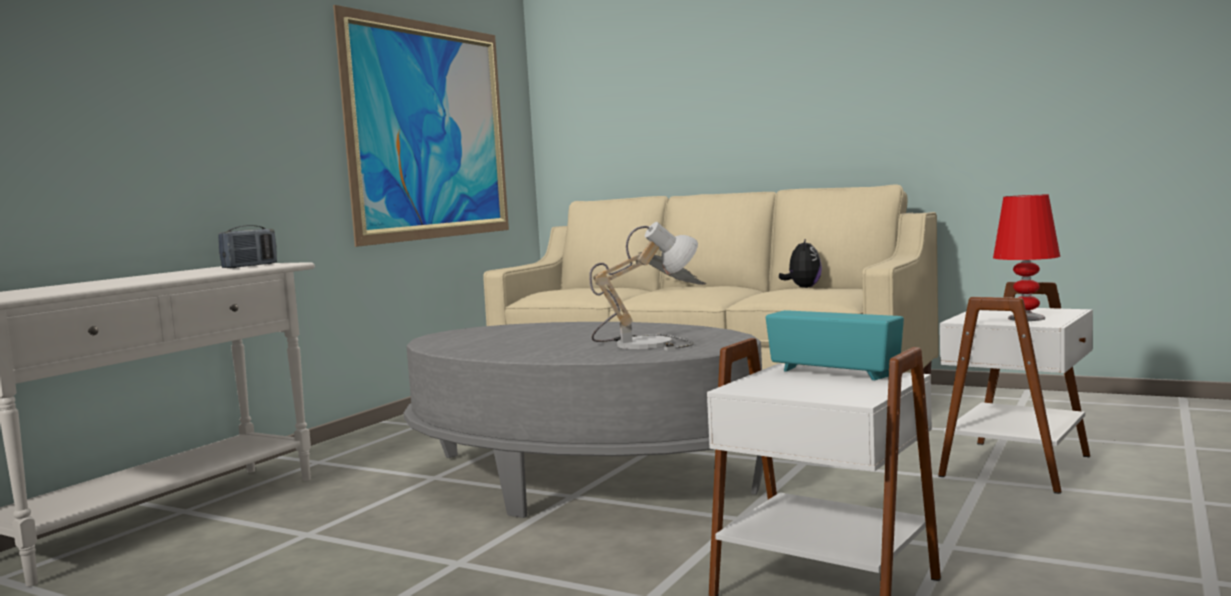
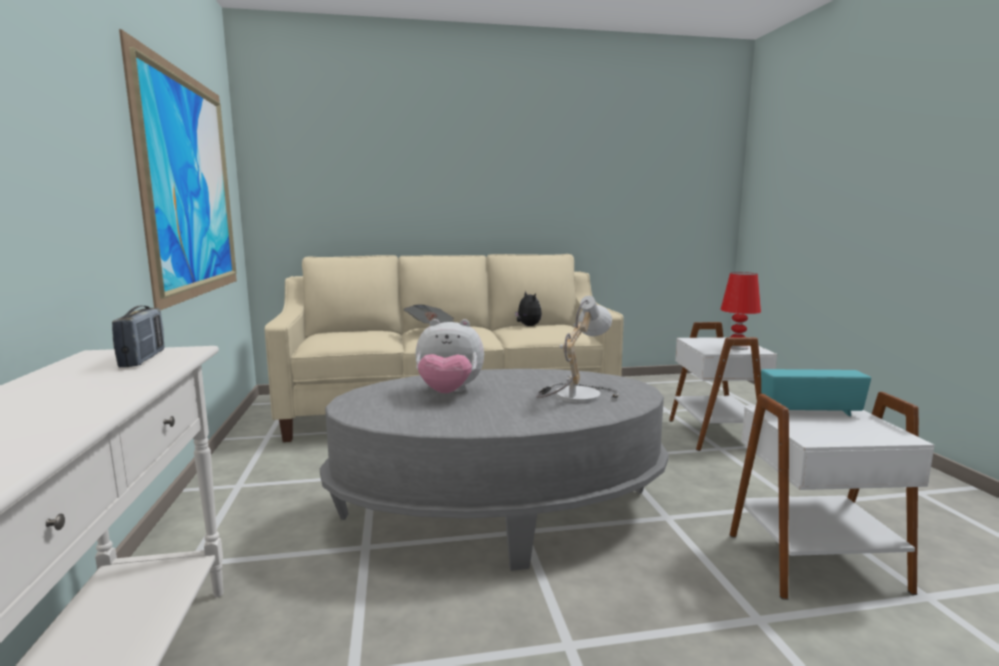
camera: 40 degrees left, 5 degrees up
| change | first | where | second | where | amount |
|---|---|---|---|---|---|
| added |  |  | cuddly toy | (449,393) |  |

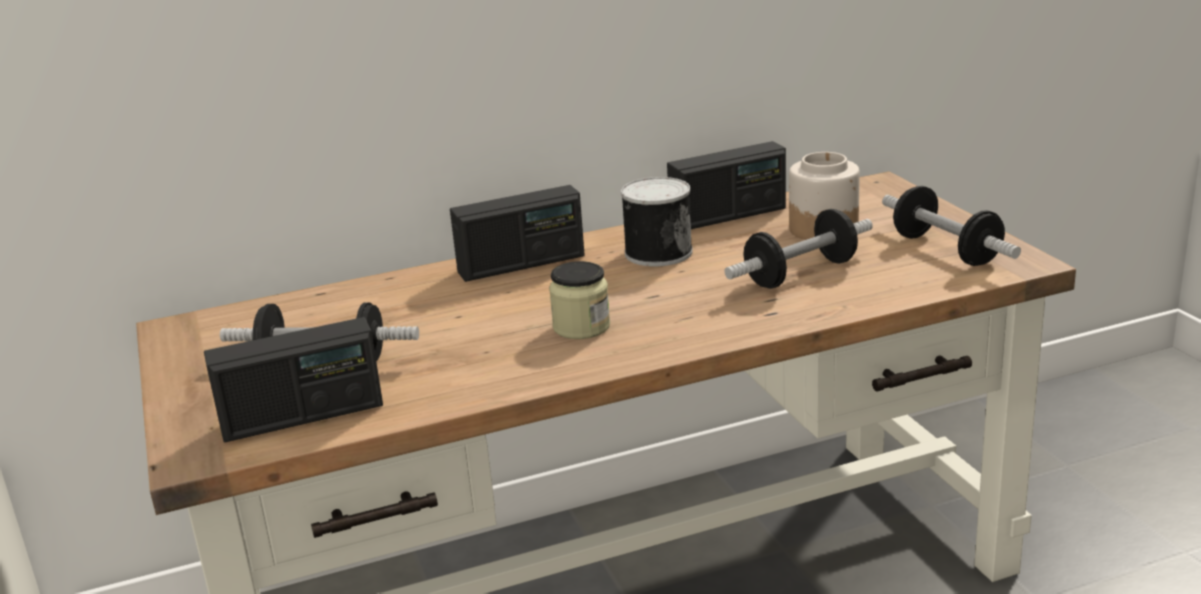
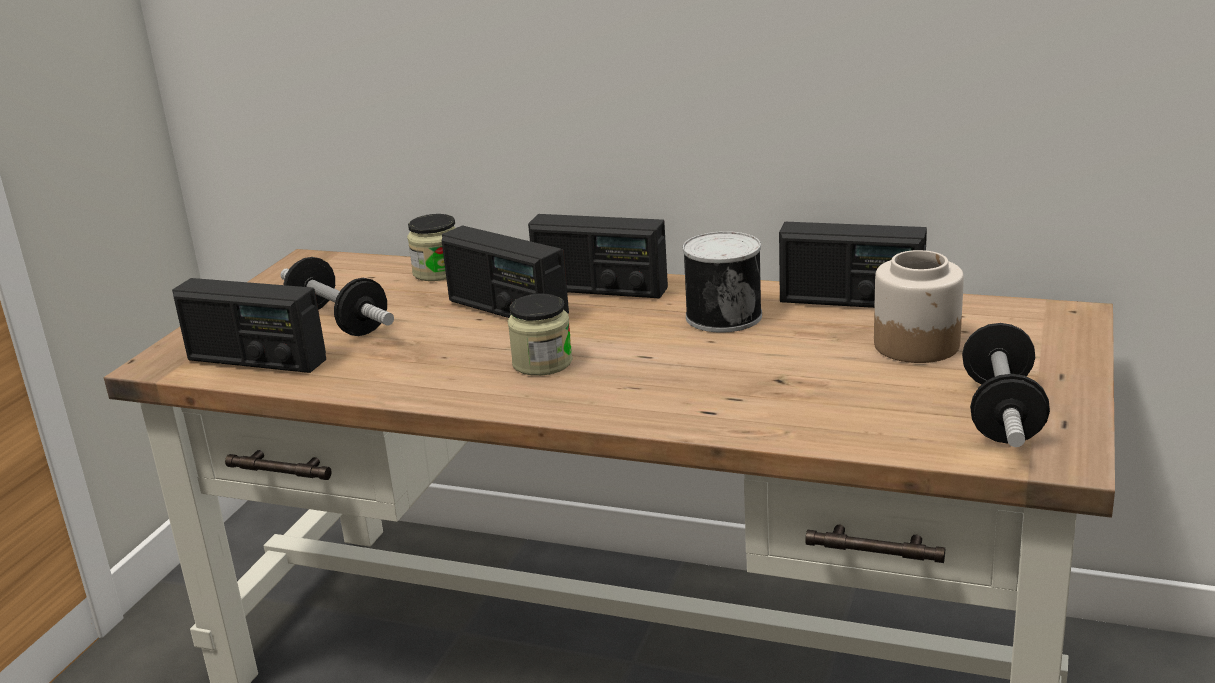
camera: 40 degrees right, 0 degrees up
| change | first | where | second | where | amount |
|---|---|---|---|---|---|
| removed | hand weight | (800,274) |  |  |  |
| added |  |  | storage jar | (438,272) |  |
| added |  |  | radio | (507,310) |  |

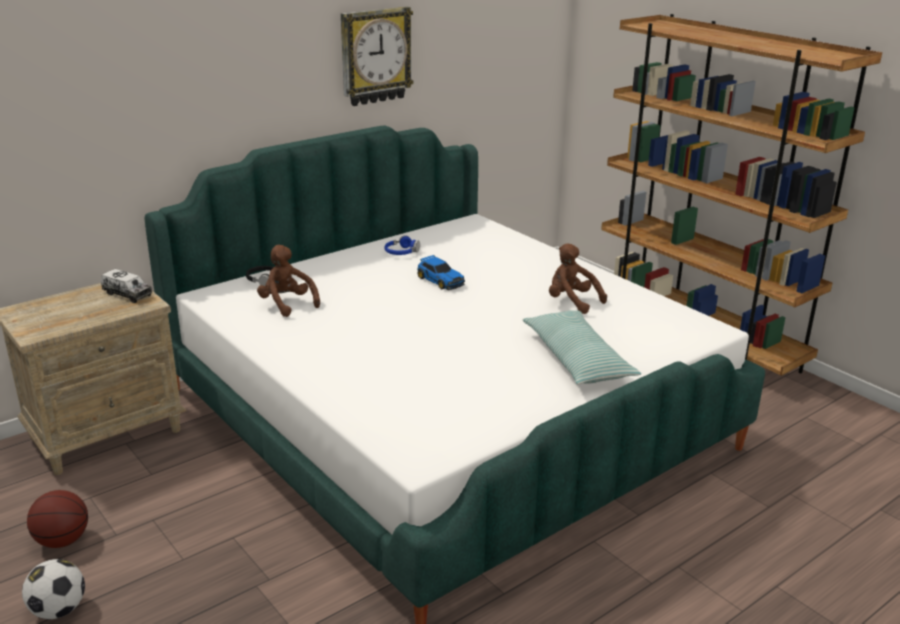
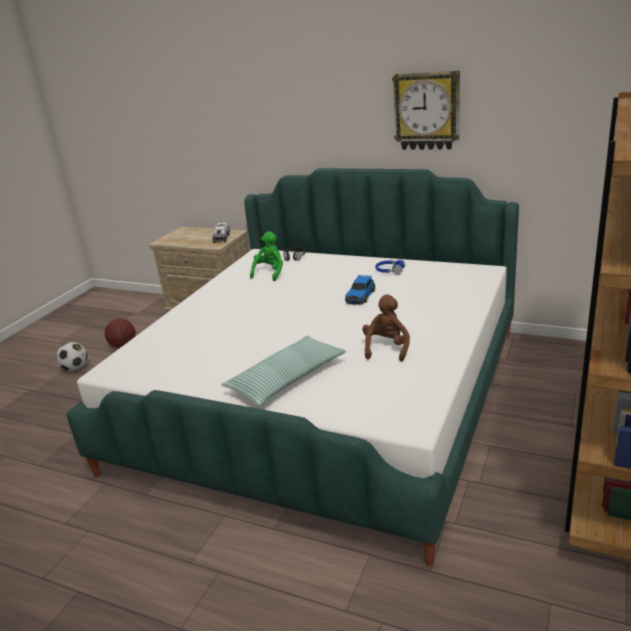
camera: 65 degrees right, 0 degrees up
| change | first | where | second | where | amount |
|---|---|---|---|---|---|
| recoloured | cuddly toy/brown | (287,304) | cuddly toy/green | (270,273) |  |

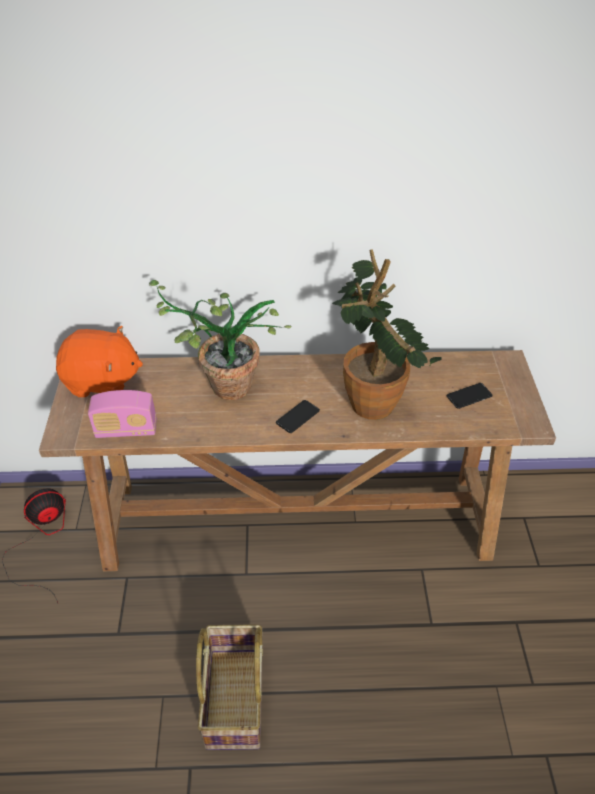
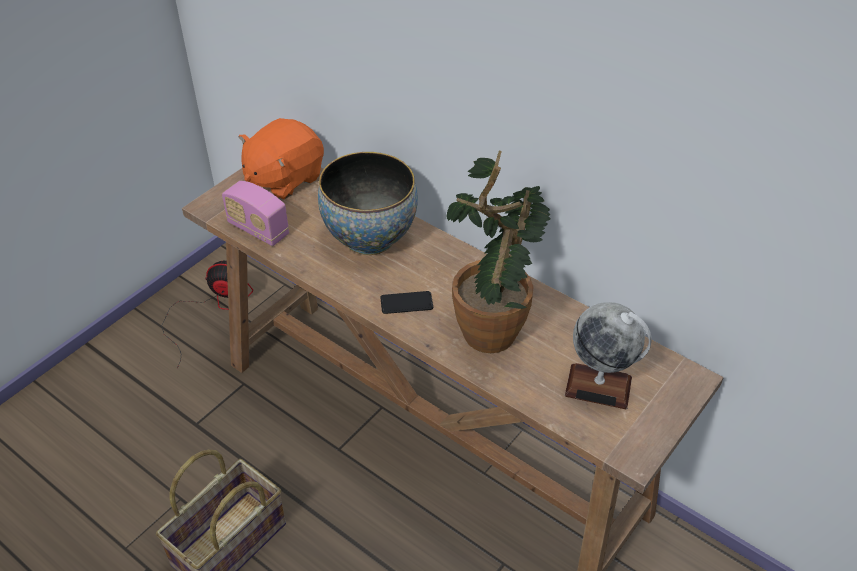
camera: 40 degrees right, 0 degrees up
| change | first | where | second | where | amount |
|---|---|---|---|---|---|
| turned | cuddly toy/orange | (102,381) |  | (284,178) | 90 degrees clockwise |
| replaced | potted plant | (220,388) | bowl | (370,238) |  |
| replaced | handset | (469,396) | desk globe | (598,386) |  |

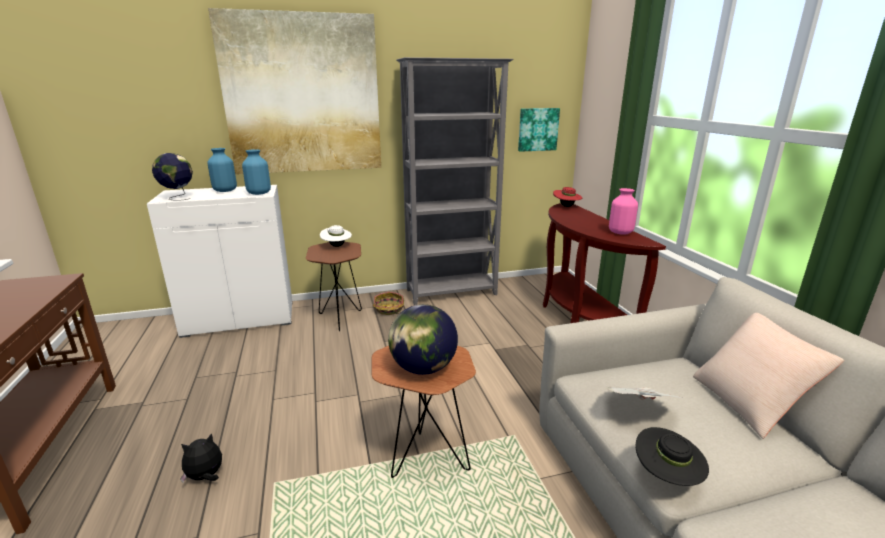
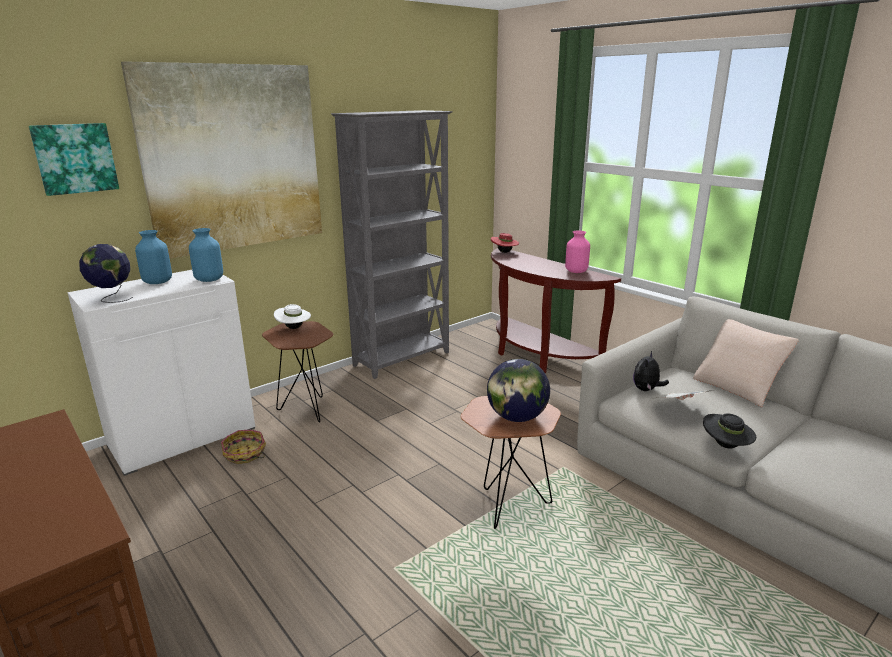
camera: 25 degrees left, 0 degrees up
| change | first | where | second | where | amount |
|---|---|---|---|---|---|
| moved | cuddly toy | (206,477) |  | (646,390) |  |
| moved | household basket | (389,309) |  | (245,454) |  |
| moved | wall picture | (537,129) |  | (75,158) |  |

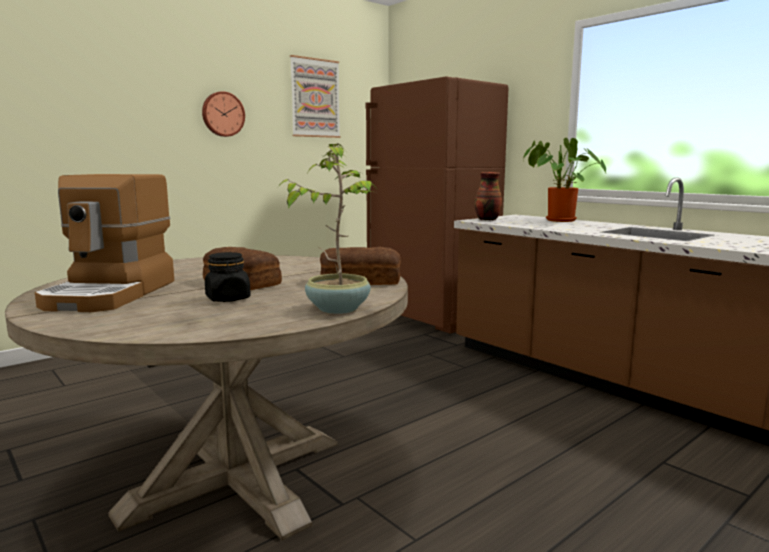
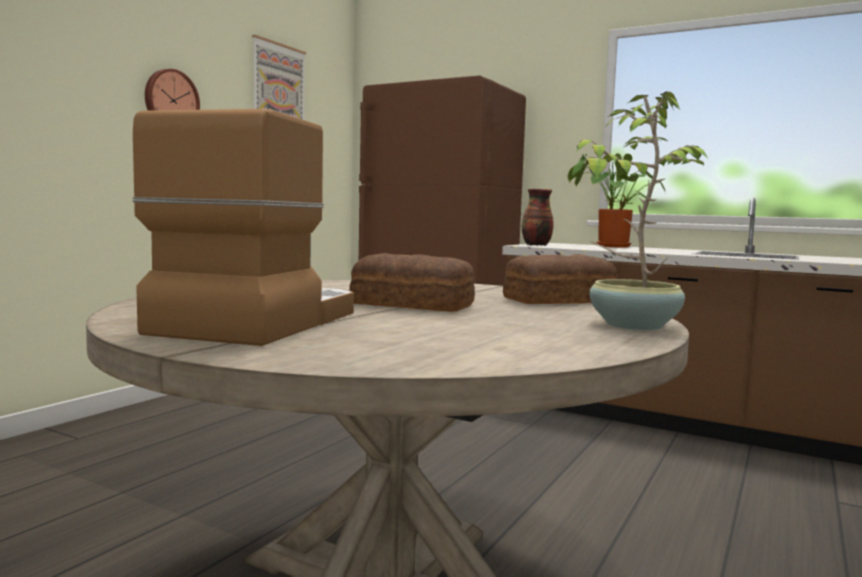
camera: 20 degrees left, 5 degrees down
| change | first | where | second | where | amount |
|---|---|---|---|---|---|
| turned | coffee maker | (112,294) |  | (257,322) | 150 degrees counterclockwise |
| removed | storage jar/black | (228,299) |  |  |  |

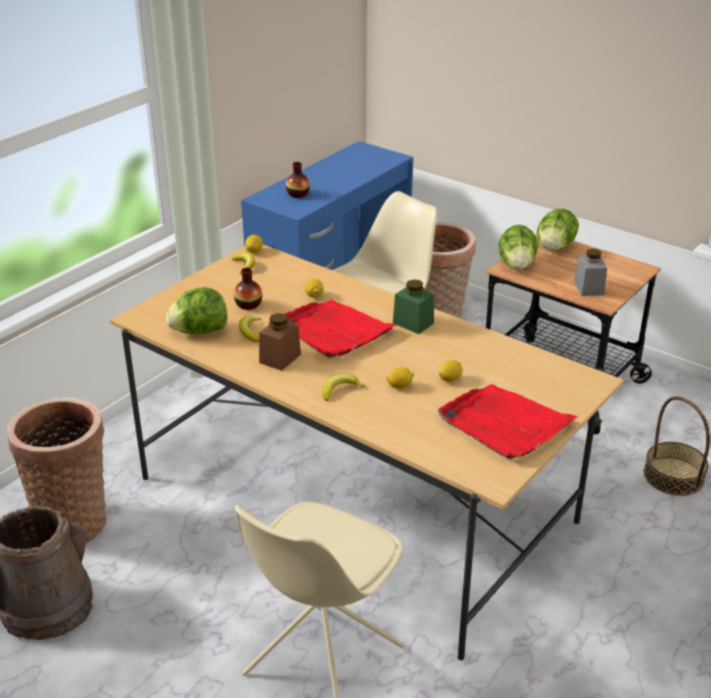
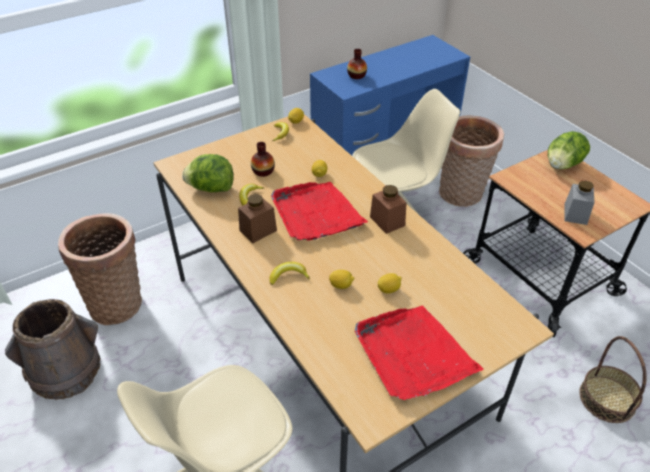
camera: 20 degrees right, 10 degrees up
| change | first | where | second | where | amount |
|---|---|---|---|---|---|
| recoloured | storage jar/green | (413,323) | storage jar/brown | (387,221) |  |
| removed | head of lettuce | (517,265) |  |  |  |

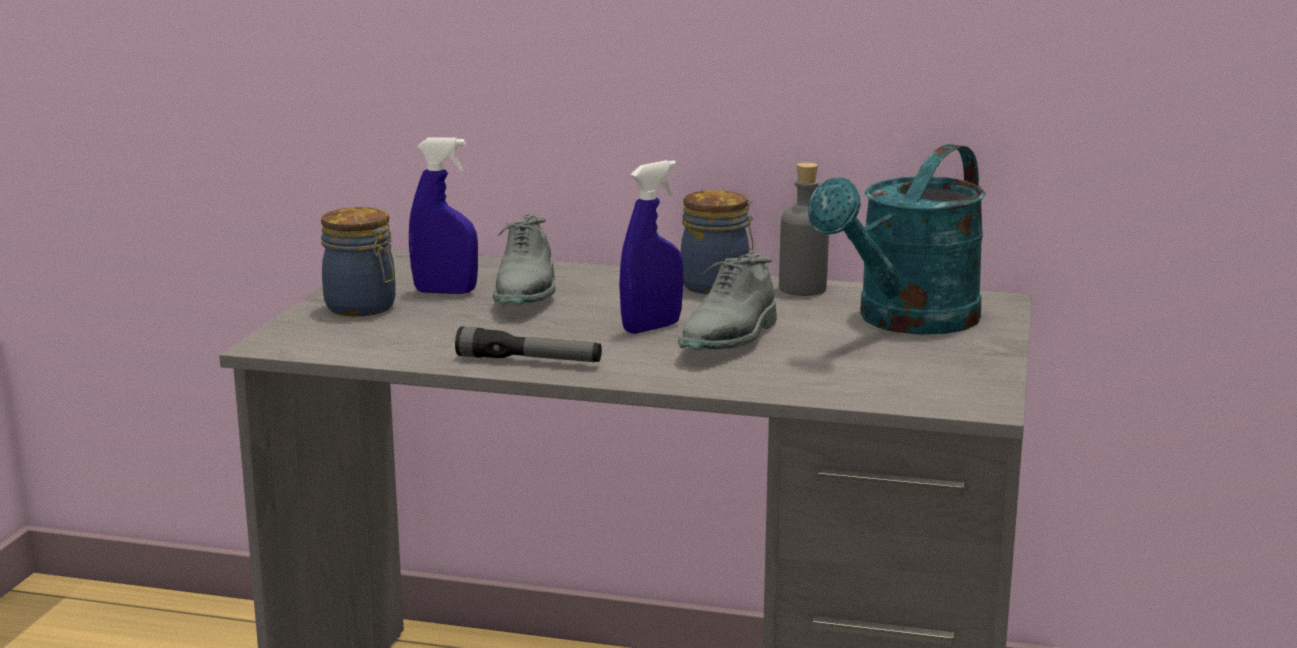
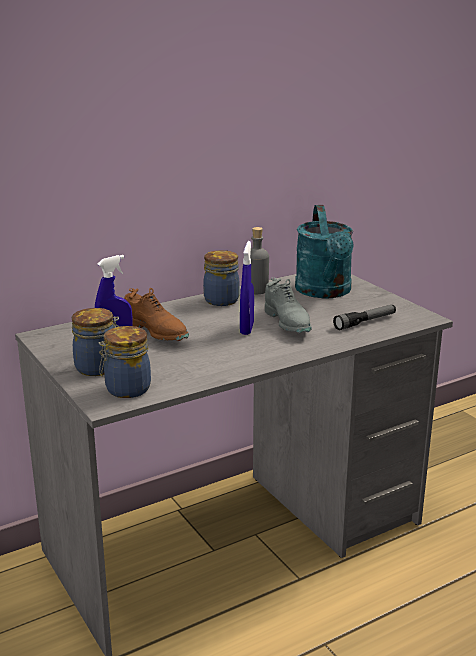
camera: 45 degrees left, 5 degrees up
| change | first | where | second | where | amount |
|---|---|---|---|---|---|
| moved | flashlight | (529,361) |  | (365,322) |  |
| recoloured | shoe/gray | (526,295) | shoe/brown | (157,333) |  |
| added |  |  | storage jar | (126,389) |  |

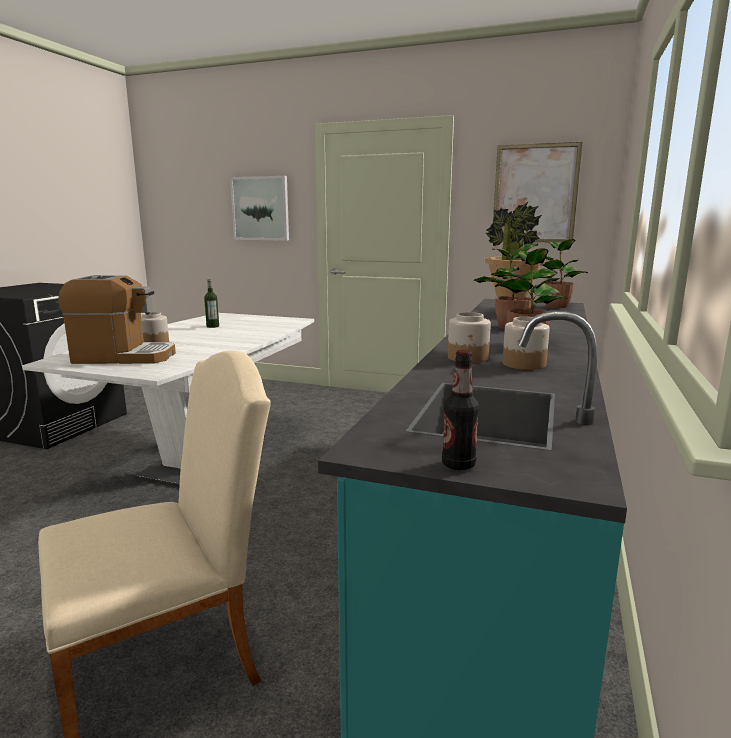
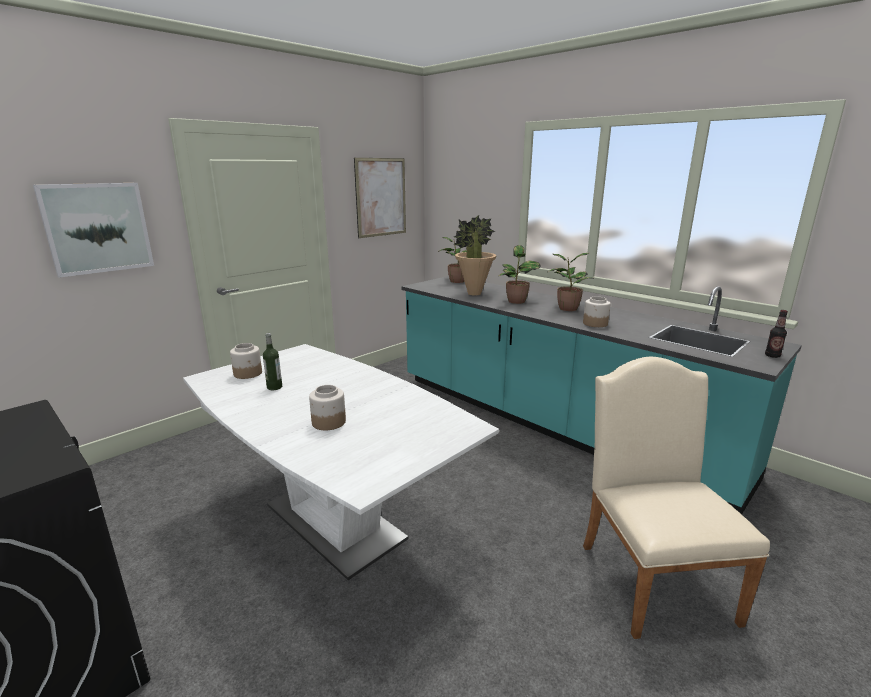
camera: 65 degrees left, 5 degrees up
| change | first | where | second | where | amount |
|---|---|---|---|---|---|
| removed | coffee maker | (124,357) |  |  |  |
| moved | storage jar | (524,364) |  | (248,373) |  |

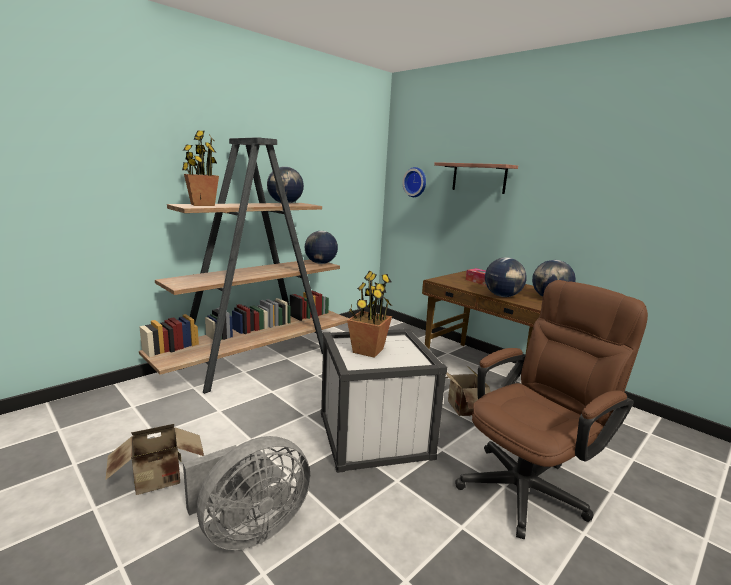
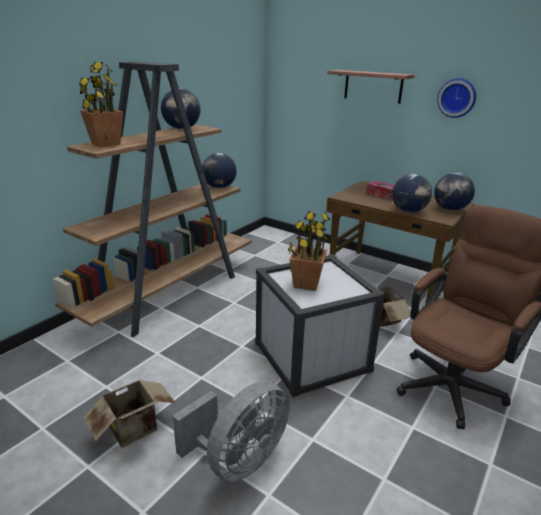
camera: 10 degrees left, 10 degrees up
| change | first | where | second | where | amount |
|---|---|---|---|---|---|
| moved | wall clock | (416,182) |  | (457,98) |  |

